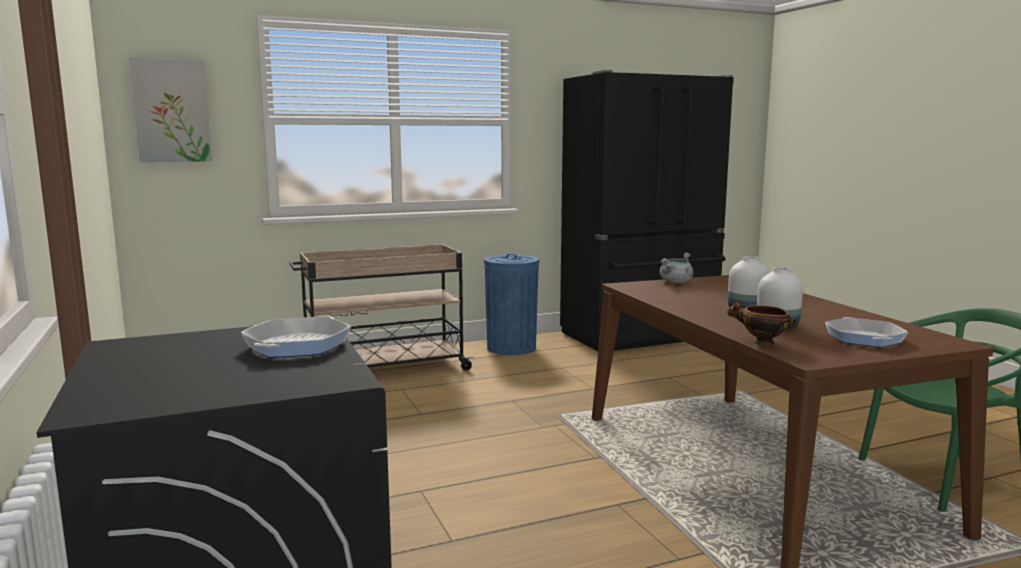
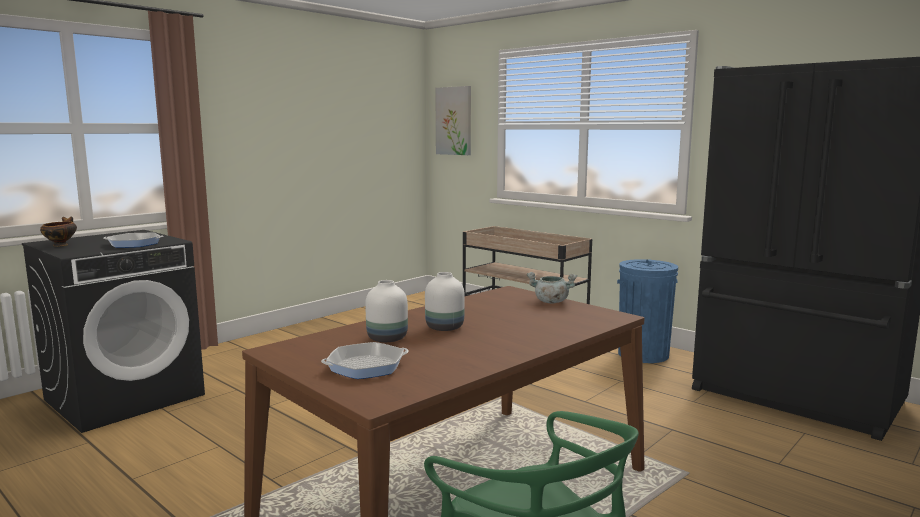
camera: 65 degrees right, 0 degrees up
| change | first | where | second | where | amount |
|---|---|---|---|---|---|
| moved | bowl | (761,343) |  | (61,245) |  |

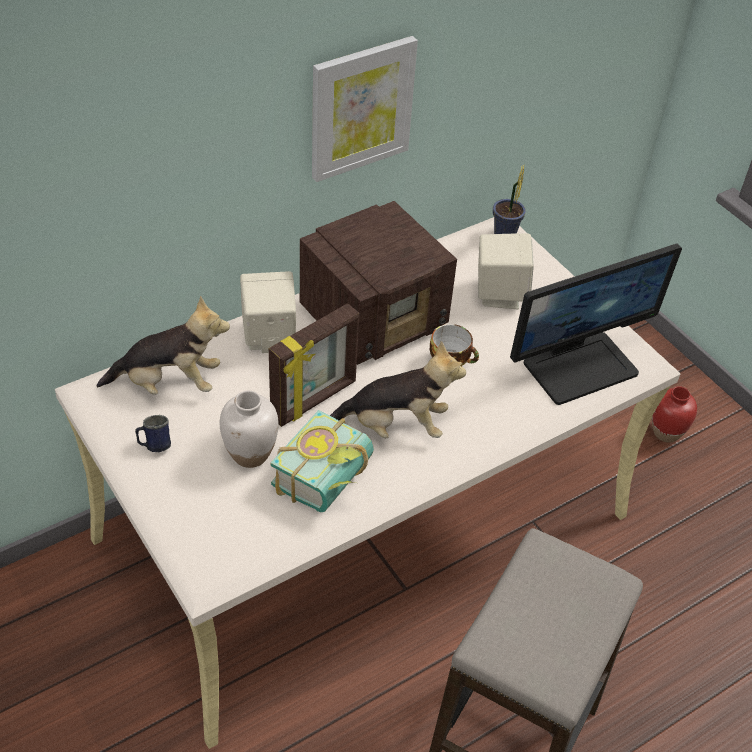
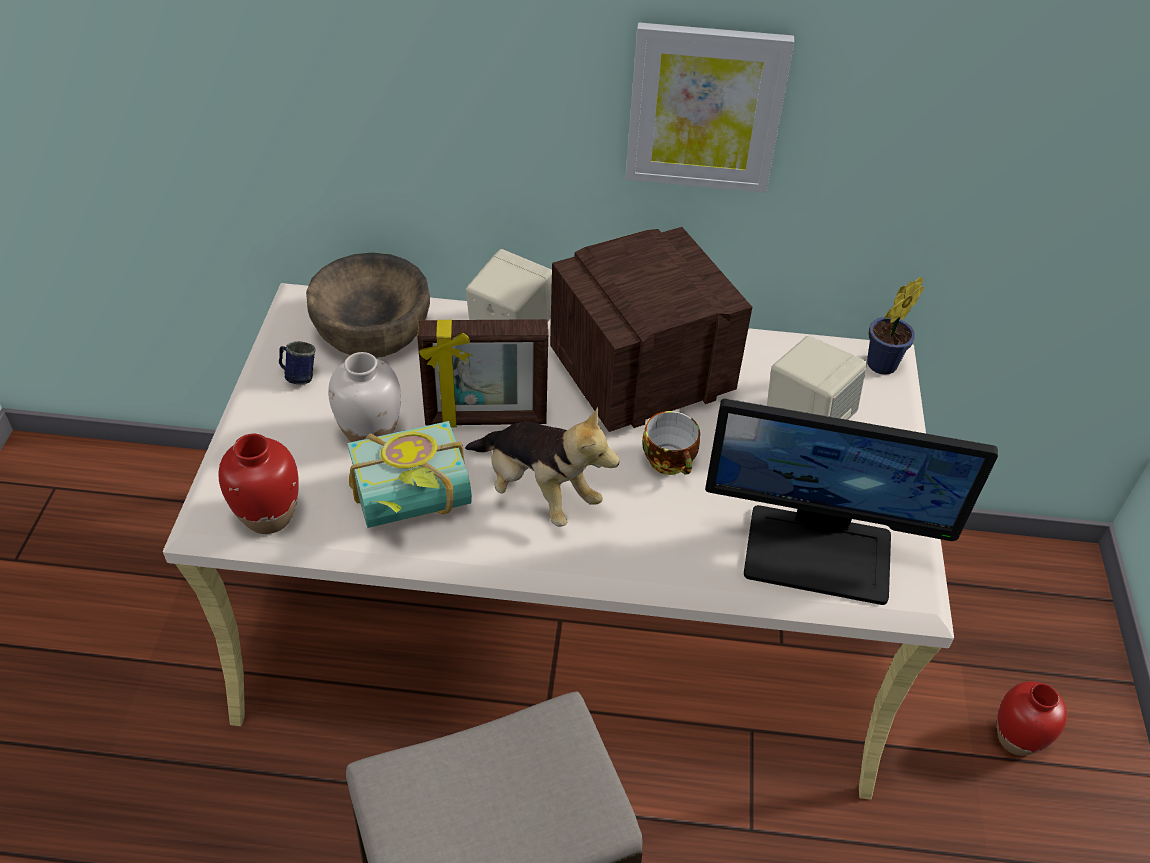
camera: 40 degrees right, 0 degrees up
| change | first | where | second | where | amount |
|---|---|---|---|---|---|
| replaced | cuddly toy | (169,383) | bowl/brown | (372,329) |  |
| turned | radio | (376,318) |  | (637,375) | 150 degrees clockwise |
| added |  |  | flower vase/red-coloured | (269,517) |  |

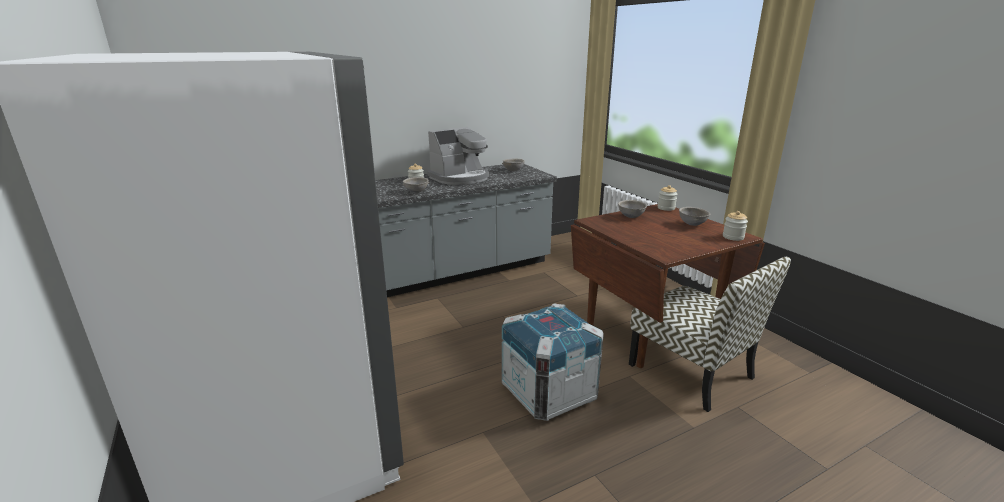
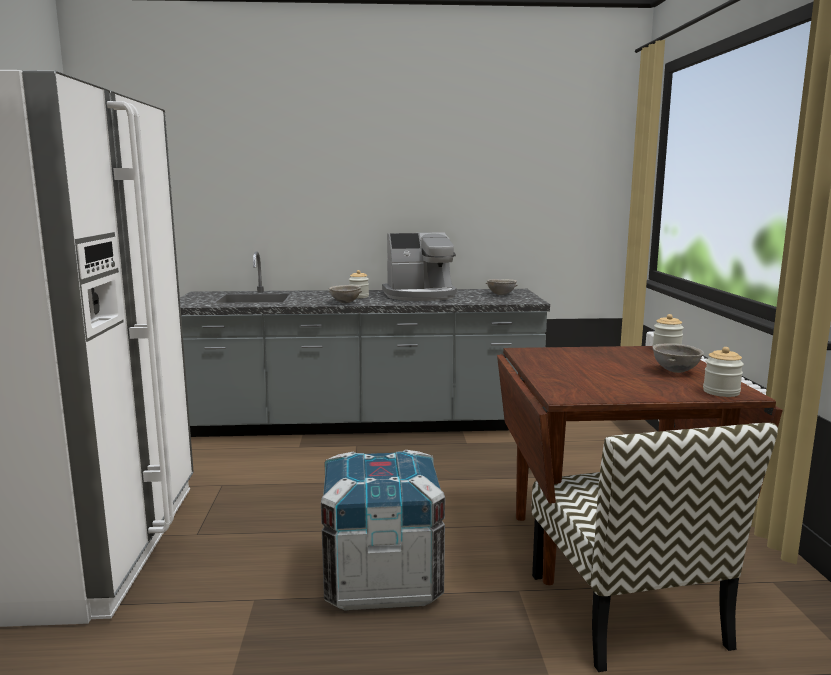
camera: 25 degrees right, 10 degrees down
| change | first | where | second | where | amount |
|---|---|---|---|---|---|
| removed | bowl/gray | (631,217) |  |  |  |

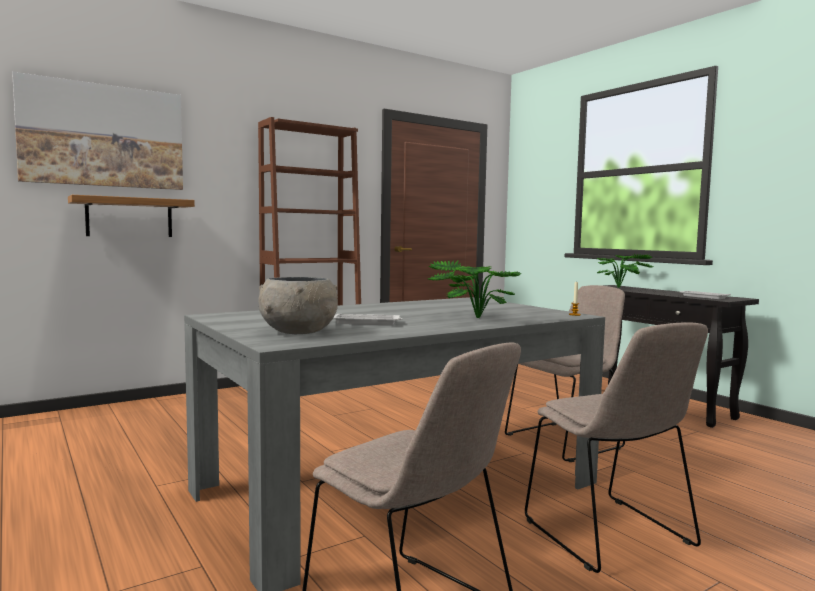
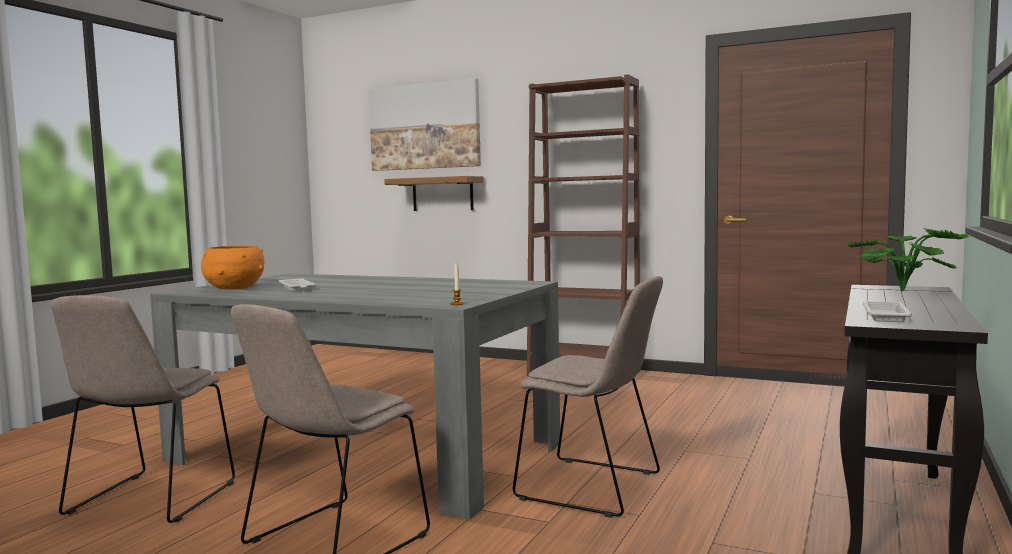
camera: 60 degrees right, 0 degrees up
| change | first | where | second | where | amount |
|---|---|---|---|---|---|
| recoloured | bowl/gray | (298,332) | bowl/orange | (234,288) |  |
| removed | potted plant | (471,318) |  |  |  |

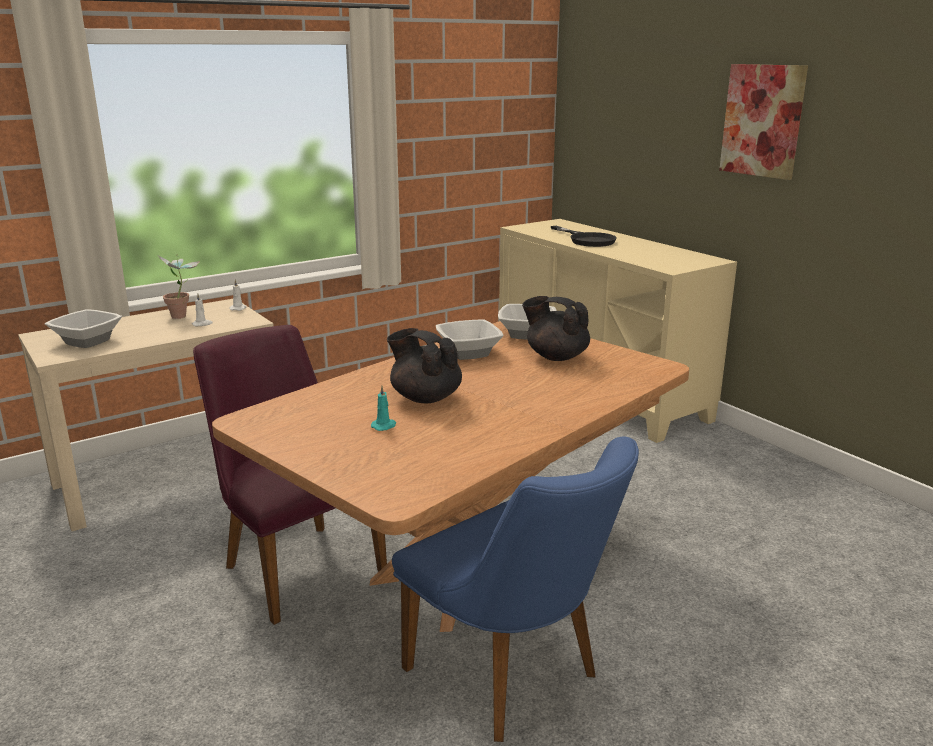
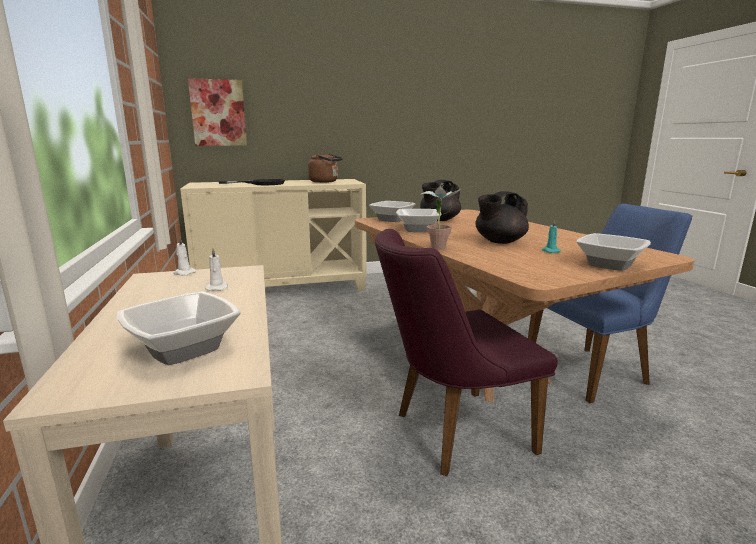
camera: 70 degrees left, 5 degrees down
| change | first | where | second | where | amount |
|---|---|---|---|---|---|
| moved | potted plant | (184,316) |  | (439,247) |  |
| moved | wall picture | (762,121) |  | (218,113) |  |
| added |  |  | water kettle/brown | (325,182) |  |
| added |  |  | bowl | (611,265) |  |

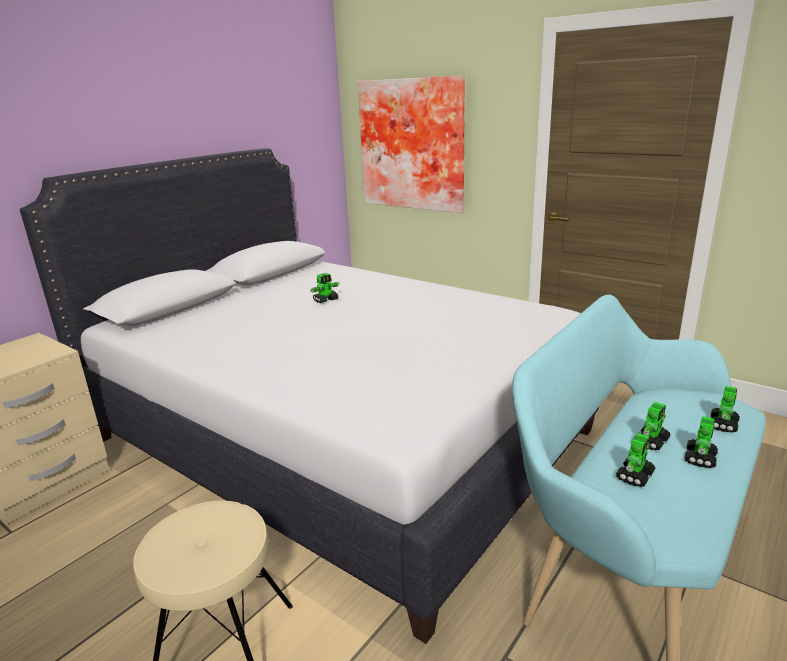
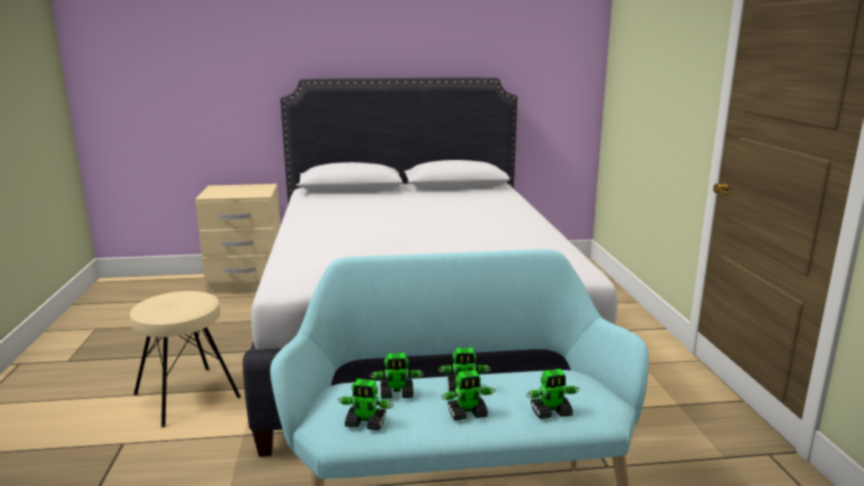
camera: 45 degrees right, 5 degrees down
| change | first | where | second | where | amount |
|---|---|---|---|---|---|
| moved | robot figure | (326,300) |  | (366,423) |  |
| removed | wall picture | (413,145) |  |  |  |

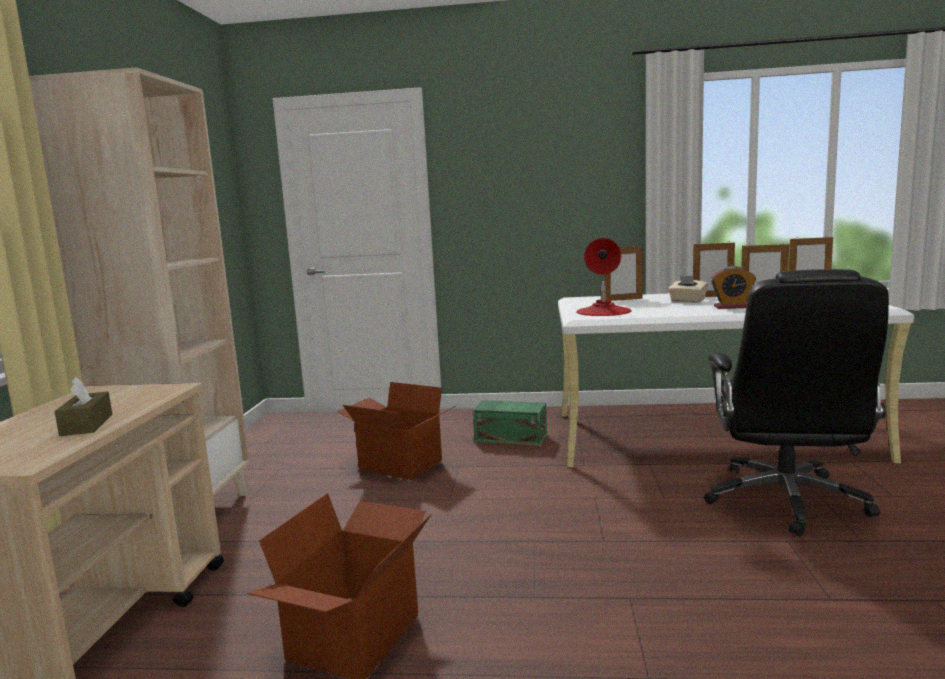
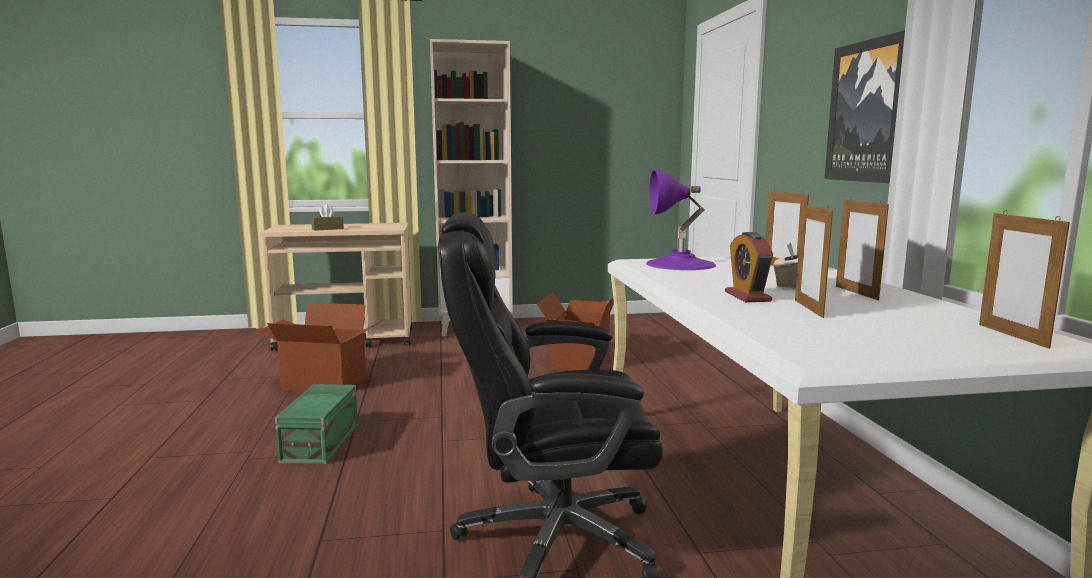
camera: 75 degrees right, 0 degrees up
| change | first | where | second | where | amount |
|---|---|---|---|---|---|
| moved | storage bin/green | (510,437) |  | (322,442) |  |
| recoloured | tabletop lamp/red-coloured | (603,311) | tabletop lamp/purplish | (680,264) |  |
| added |  |  | wall picture | (867,111) |  |

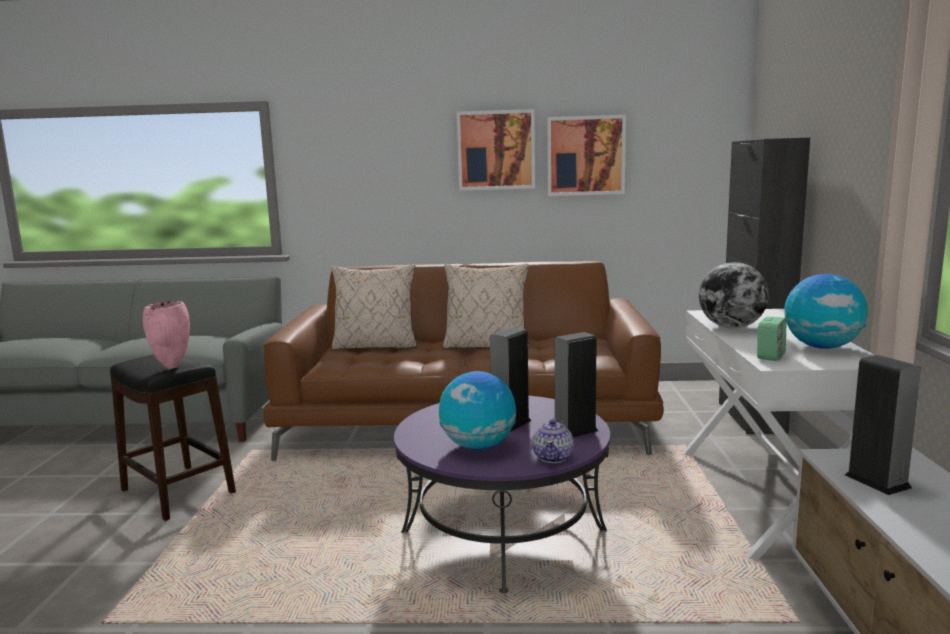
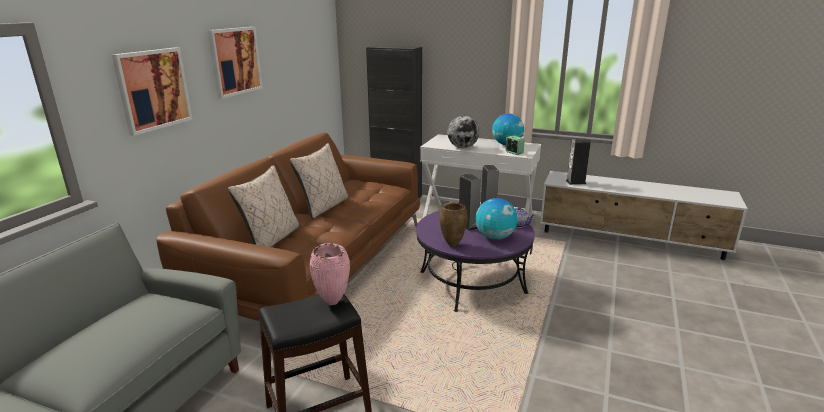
camera: 70 degrees left, 10 degrees up
| change | first | where | second | where | amount |
|---|---|---|---|---|---|
| moved | wall picture | (585,155) |  | (153,89) |  |
| added |  |  | flower vase/brown | (452,245) |  |

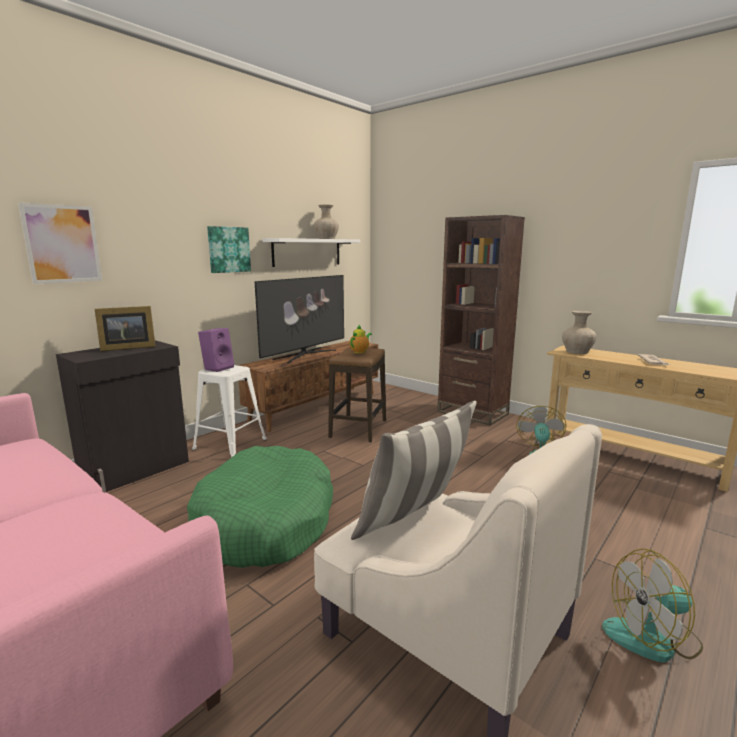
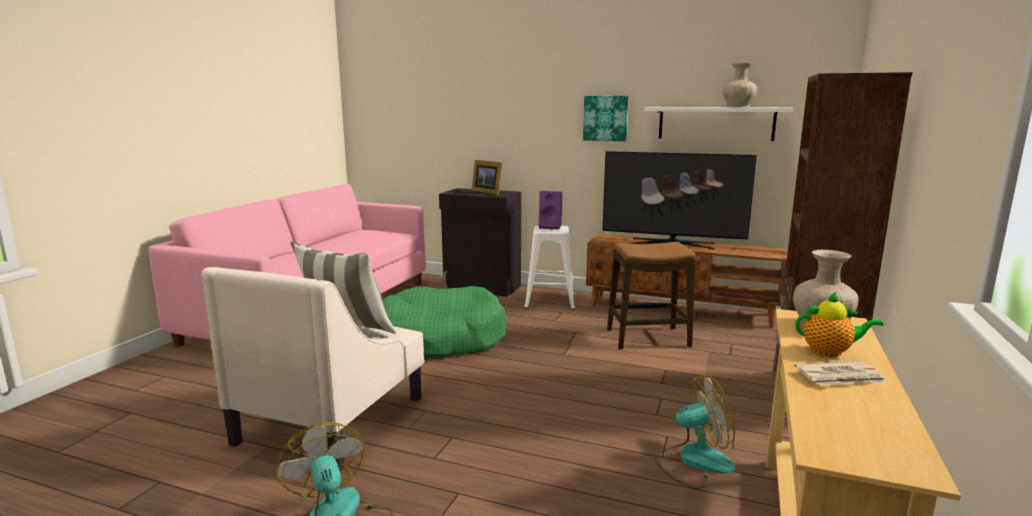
camera: 70 degrees right, 0 degrees up
| change | first | where | second | where | amount |
|---|---|---|---|---|---|
| removed | wall picture | (62,244) |  |  |  |
| moved | tea pot | (360,351) |  | (830,352) |  |

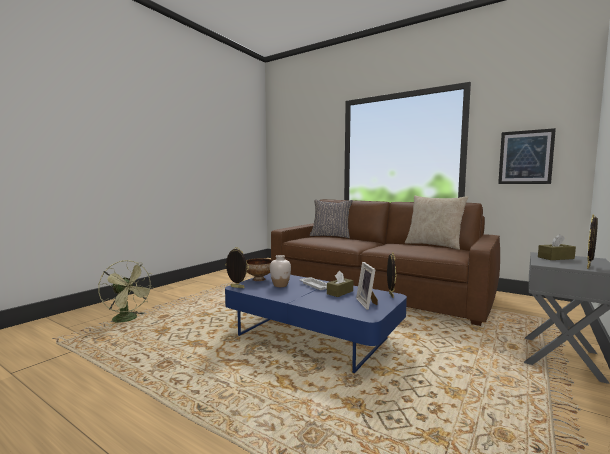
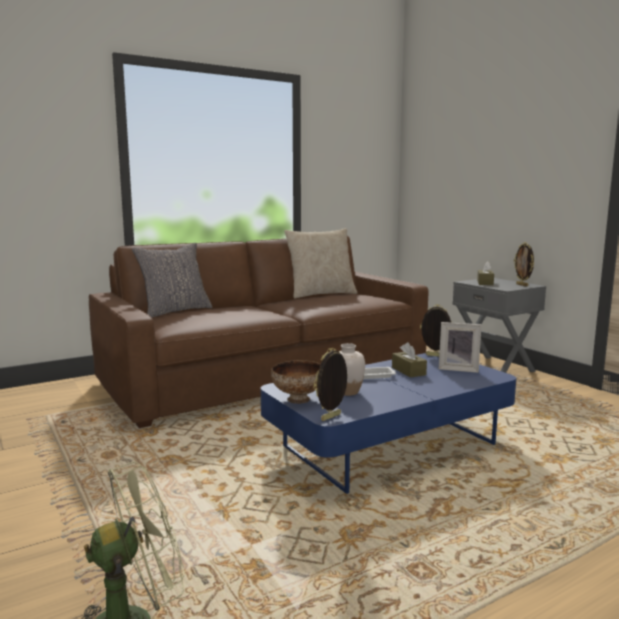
camera: 65 degrees left, 5 degrees up
| change | first | where | second | where | amount |
|---|---|---|---|---|---|
| removed | wall picture | (525,157) |  |  |  |

